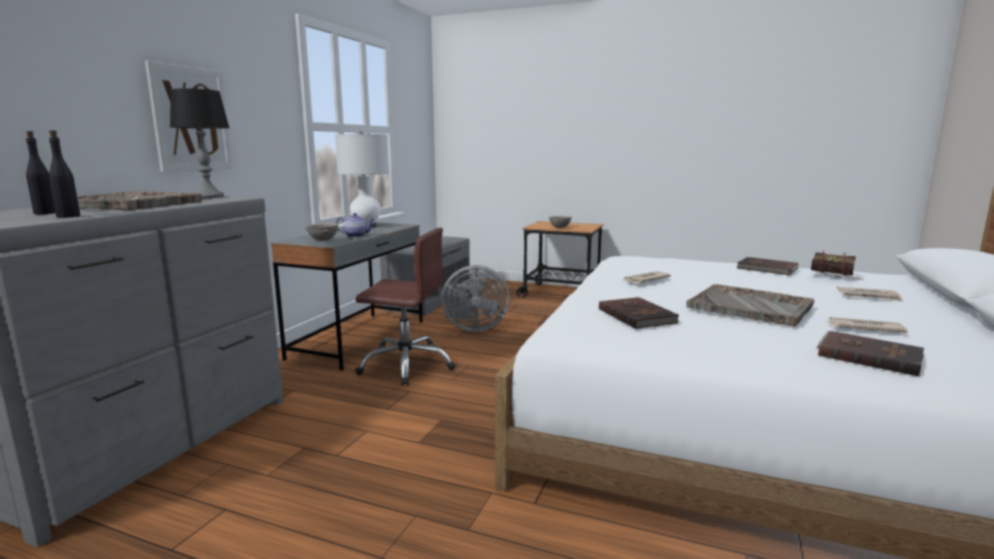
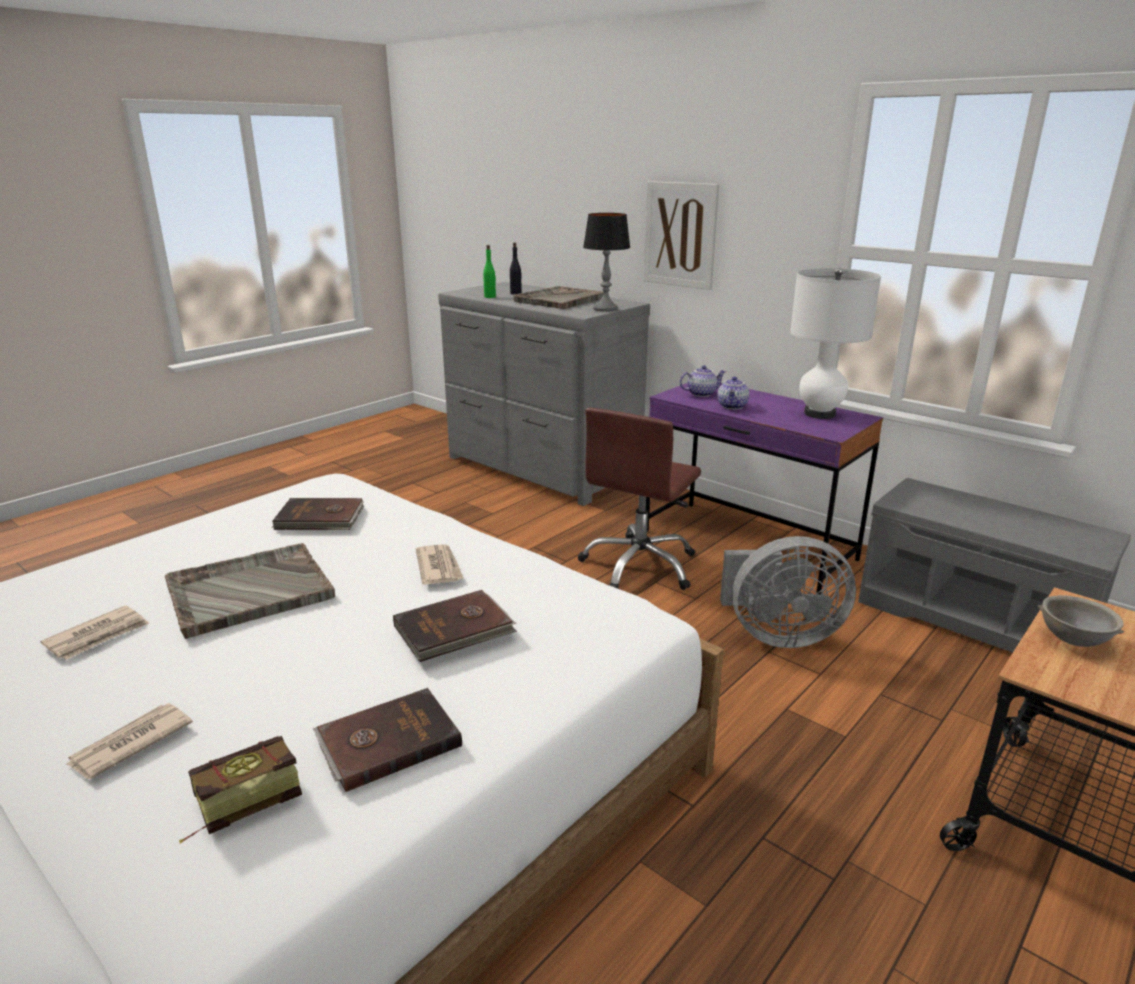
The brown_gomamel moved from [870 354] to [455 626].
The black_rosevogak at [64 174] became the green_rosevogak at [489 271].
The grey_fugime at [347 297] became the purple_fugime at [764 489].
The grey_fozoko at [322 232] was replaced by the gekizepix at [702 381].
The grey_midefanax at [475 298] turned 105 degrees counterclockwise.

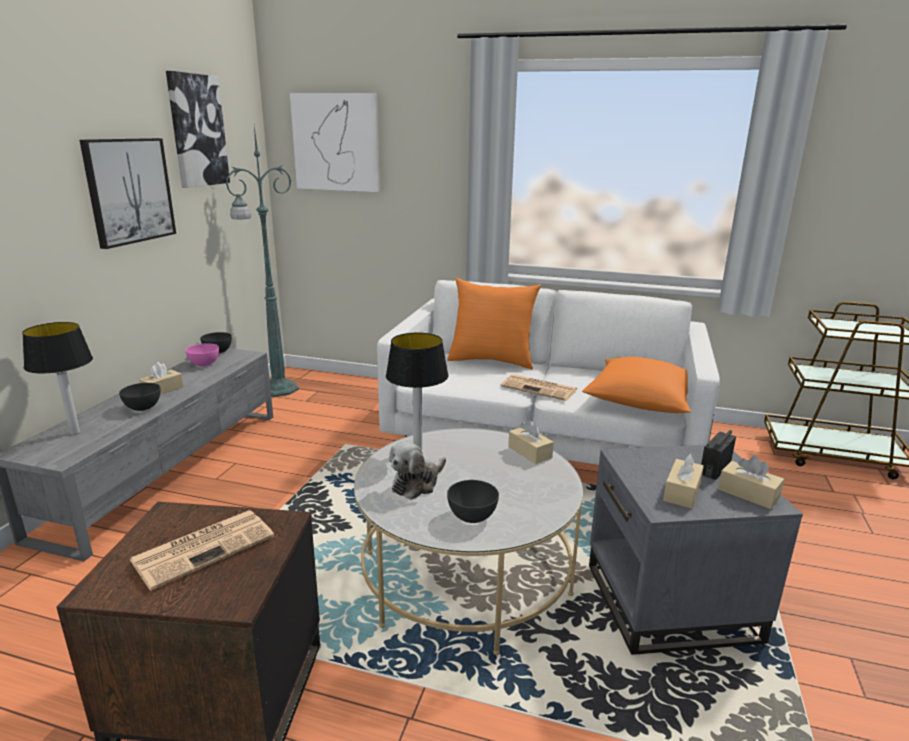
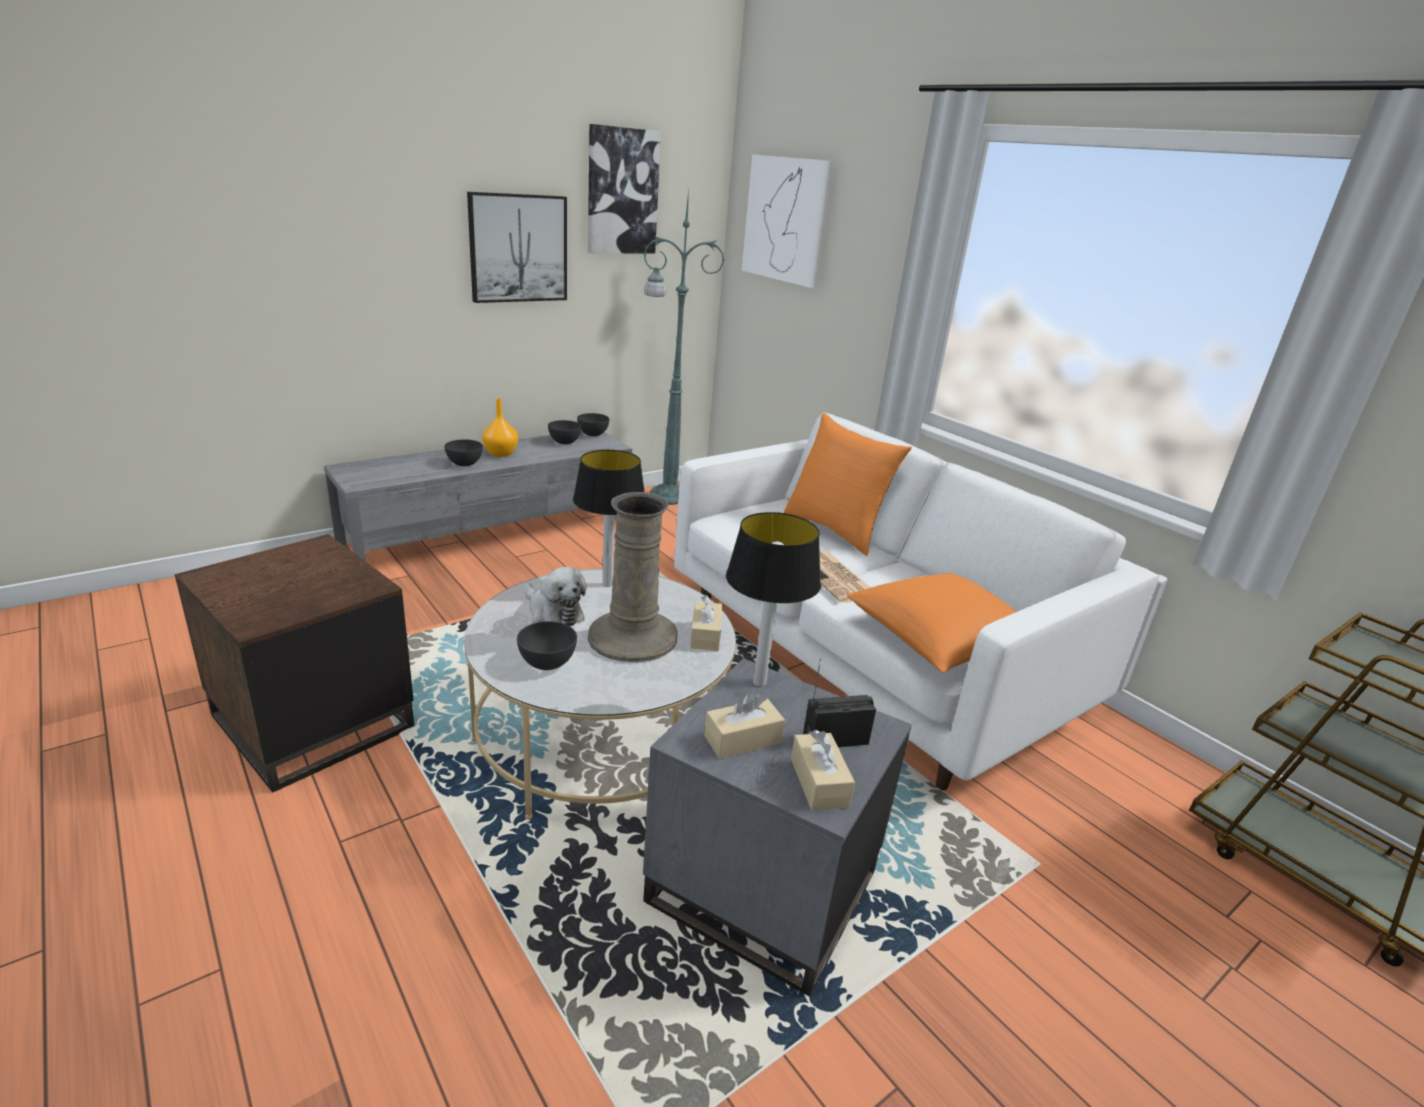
The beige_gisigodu at [161 378] was replaced by the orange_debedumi at [500 427].
The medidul at [417 471] turned 120 degrees counterclockwise.
The pink_fozoko at [202 354] became the grey_fozoko at [565 432].
The beige_debedumi at [633 577] appeared.
The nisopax moved from [57 378] to [773 599].
The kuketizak at [201 550] disappeared.

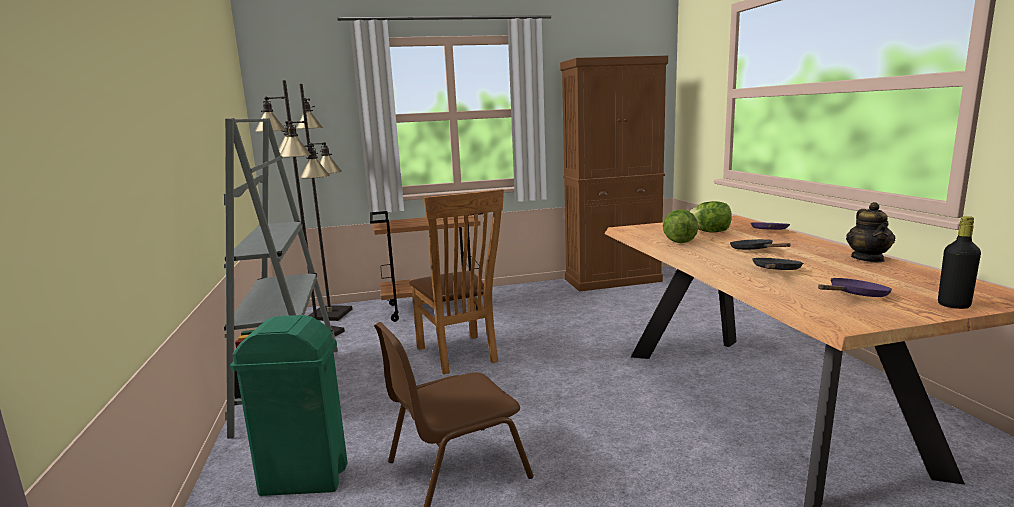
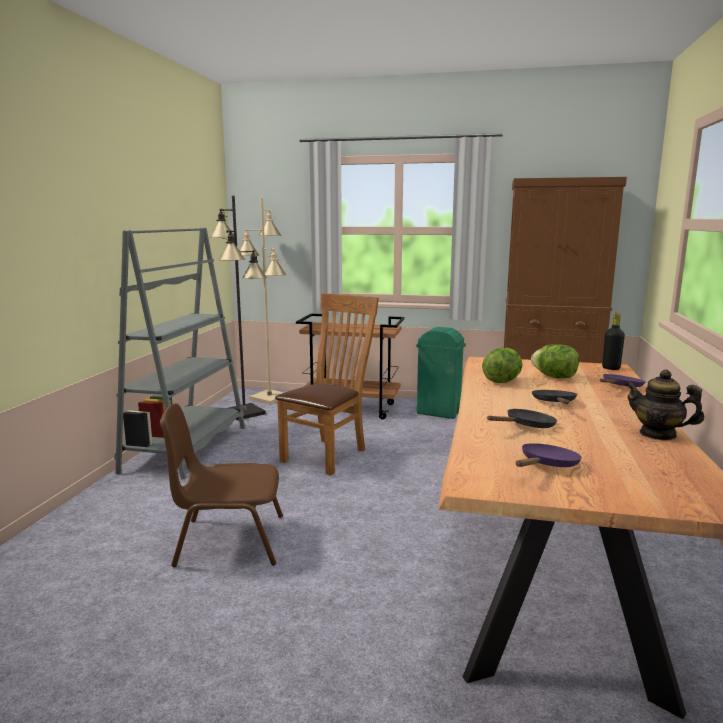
The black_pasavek at [316 202] became the beige_pasavek at [262 300].
The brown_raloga at [456 282] turned 150 degrees counterclockwise.
The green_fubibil moved from [289 405] to [441 373].
The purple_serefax at [855 287] turned 45 degrees counterclockwise.
The black_rosevogak moved from [959 262] to [613 341].
The gekizepix at [870 232] turned 90 degrees clockwise.

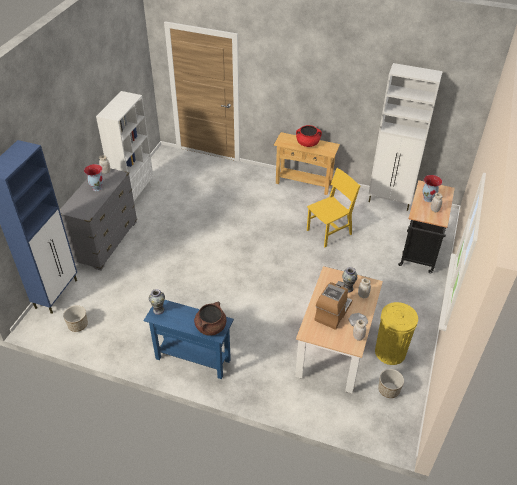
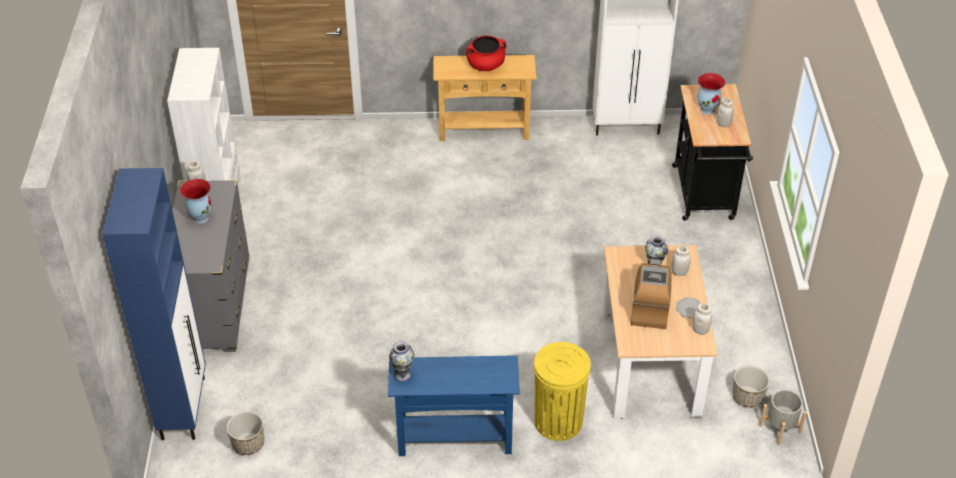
The yellow_fubibil moved from [396 333] to [562 391].
The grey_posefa at [783 417] appeared.
The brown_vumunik at [210 319] disappeared.
The yellow_raloga at [333 207] disappeared.

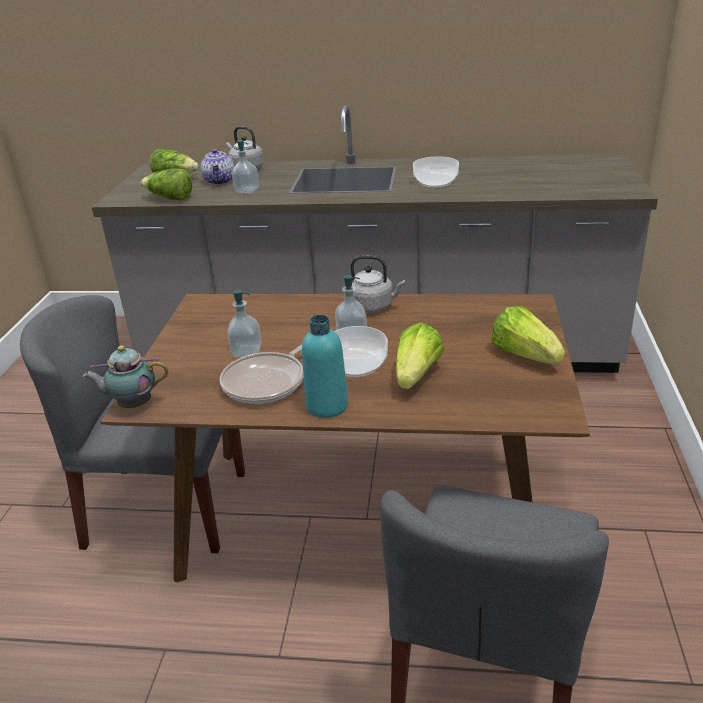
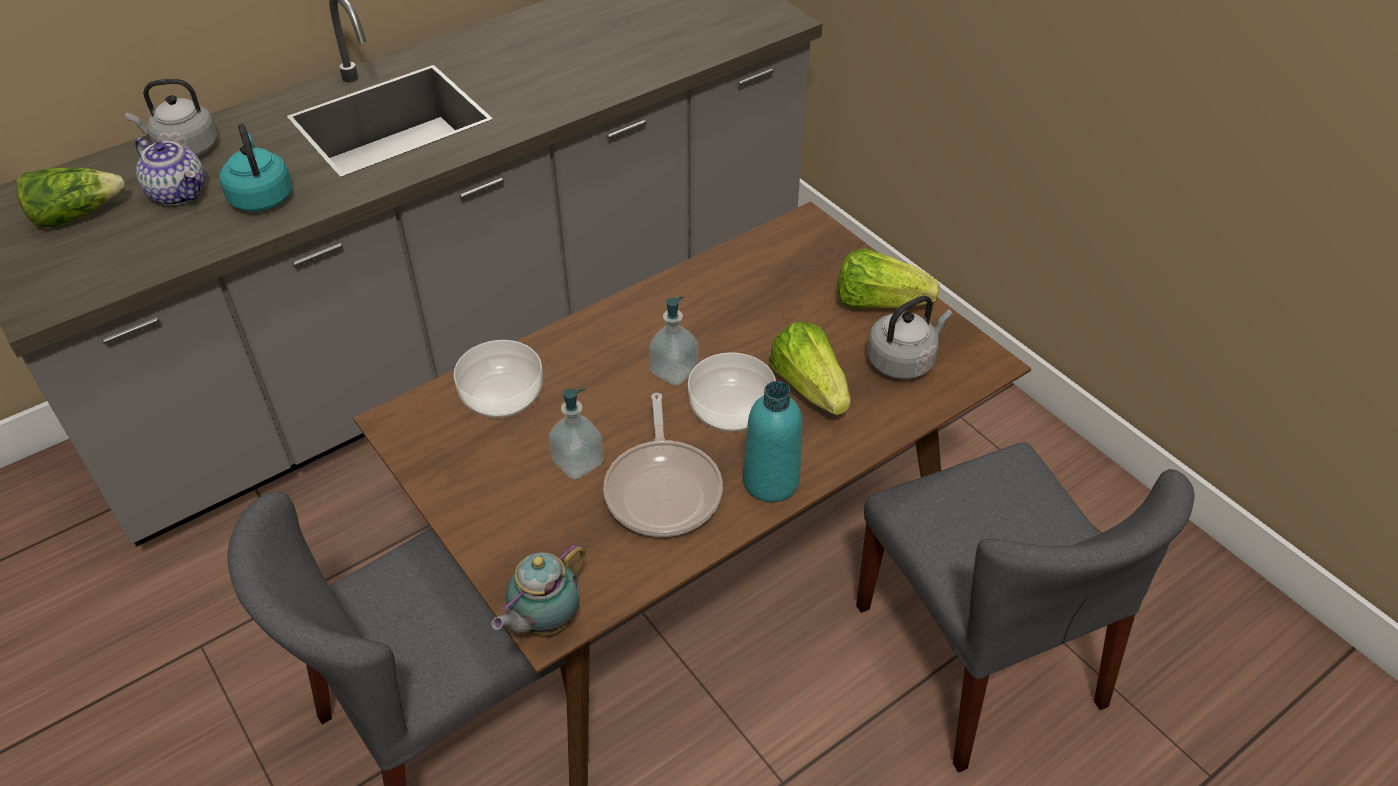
The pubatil at [245 166] was replaced by the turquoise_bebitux at [256 168].
The fozoko moved from [436 172] to [498 379].
The grey_bebitux moved from [377 284] to [909 338].
The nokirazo at [166 184] disappeared.

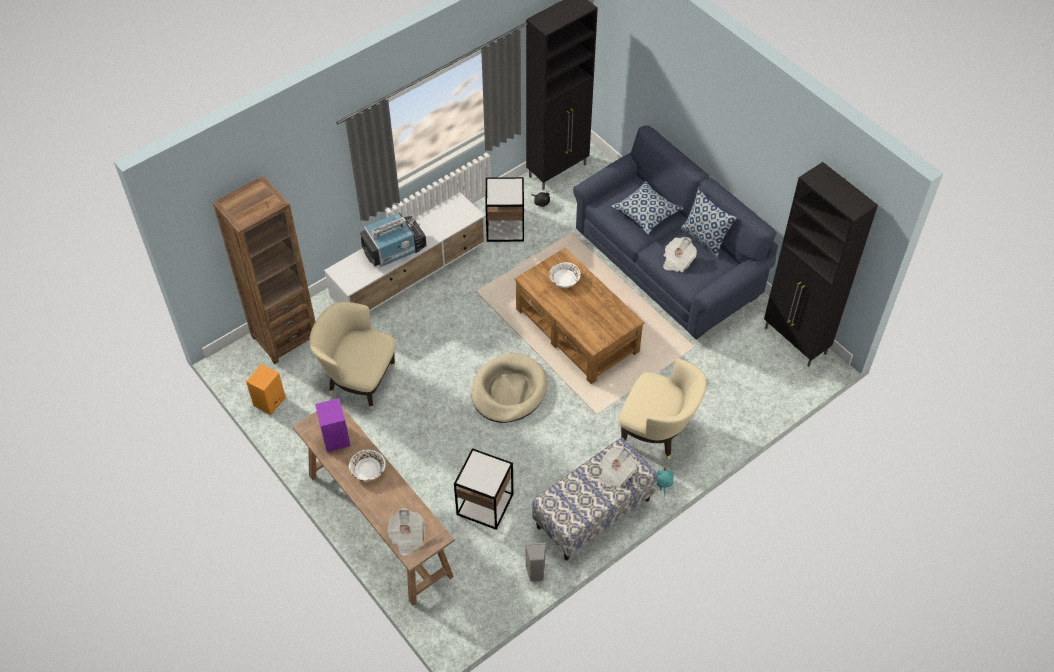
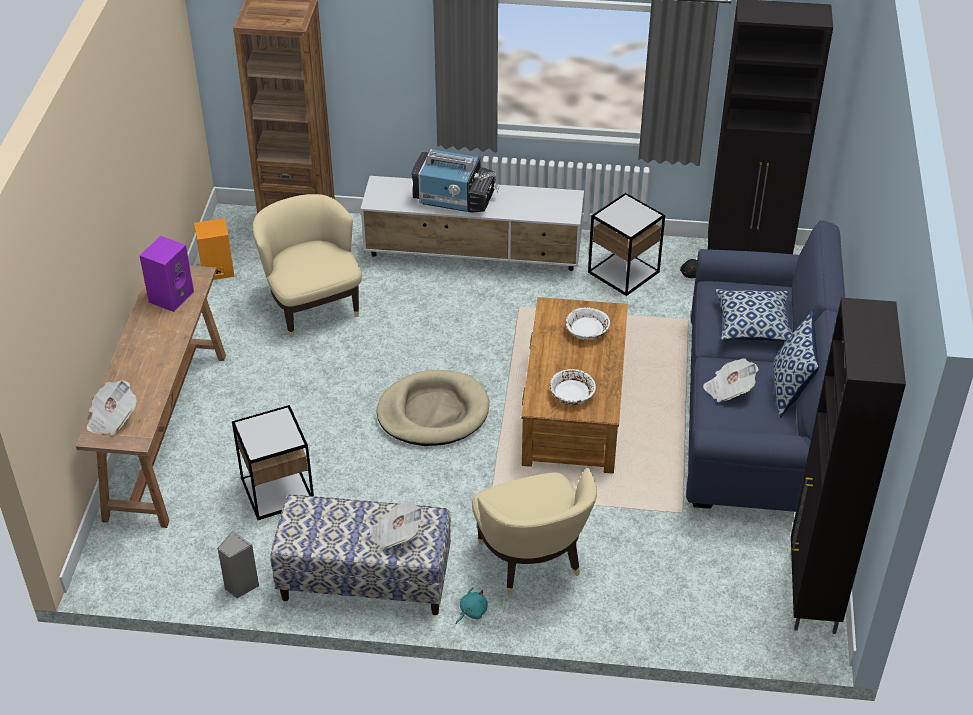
The white_fozoko moved from [367 465] to [572 387].

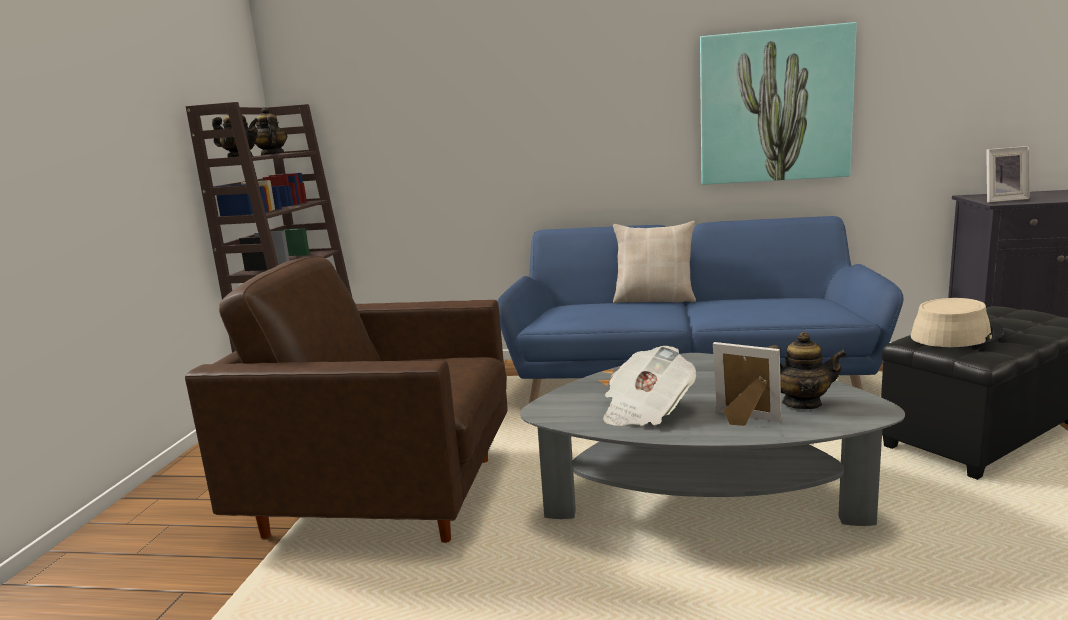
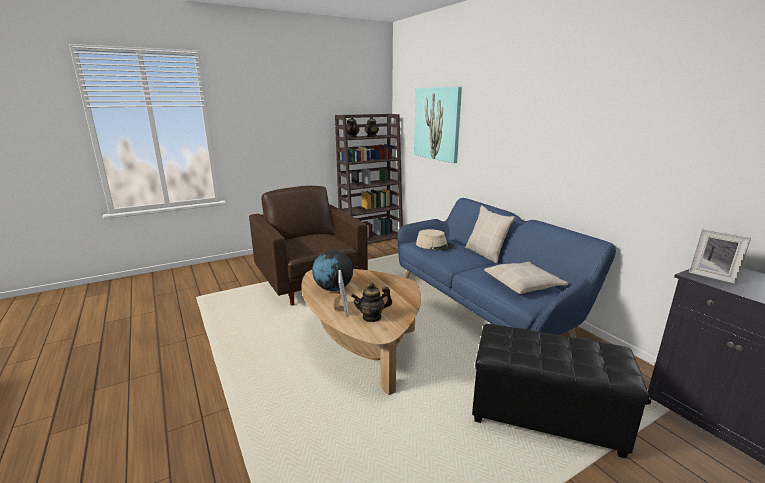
The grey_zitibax at [712 439] became the brown_zitibax at [361 332].
The kuketizak at [649 386] was replaced by the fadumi at [332 270].
The gekizepix at [807 370] turned 105 degrees clockwise.
The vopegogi moved from [778 103] to [438 125].
The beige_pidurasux moved from [957 322] to [435 240].
The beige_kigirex at [526 278] appeared.

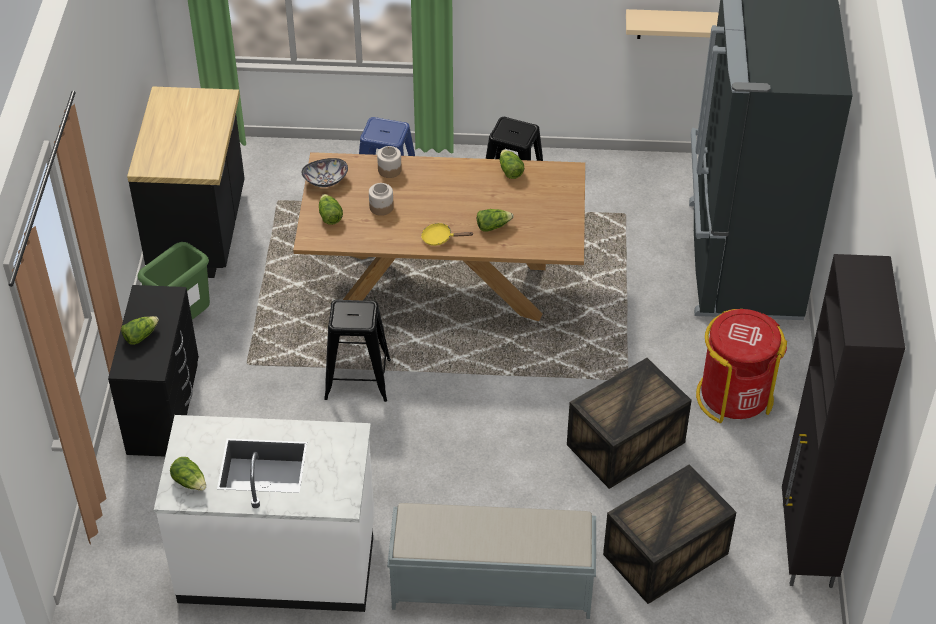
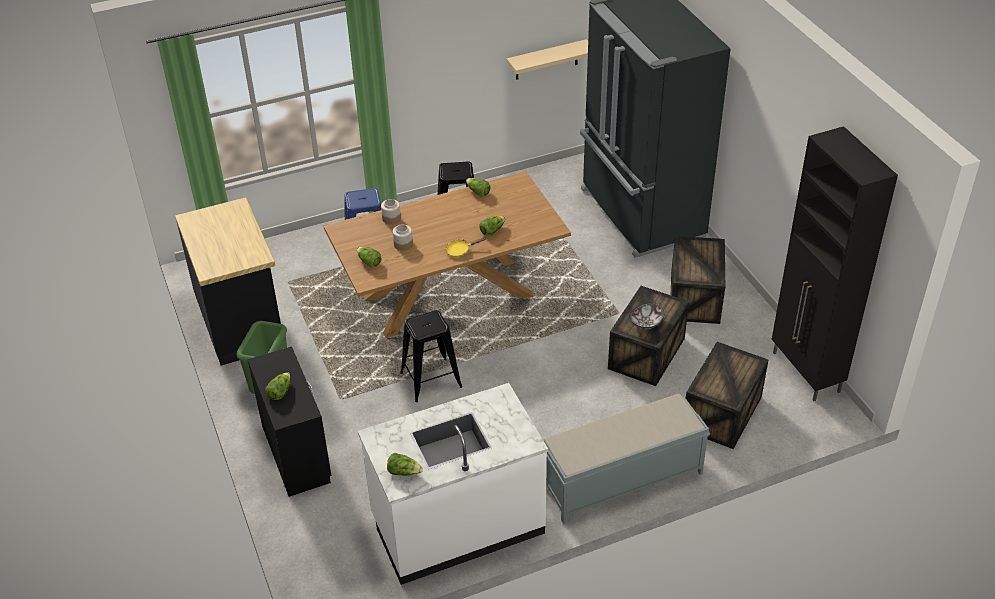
The fozoko moved from [325 172] to [646 316].
The red_fubibil at [741 366] was replaced by the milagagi at [698 280].

